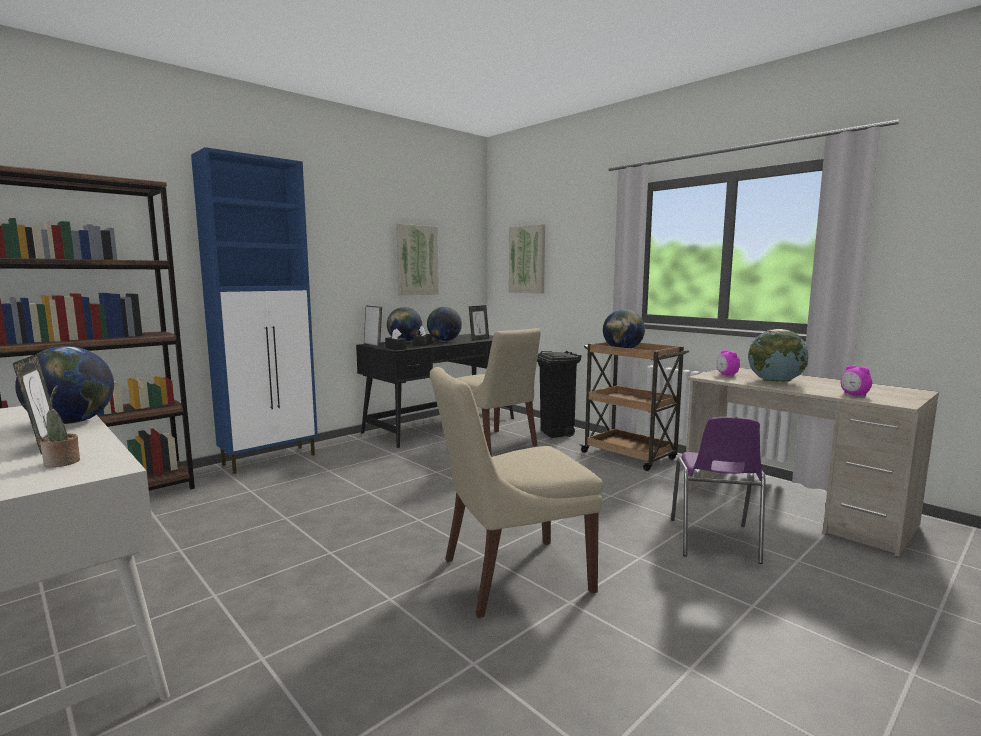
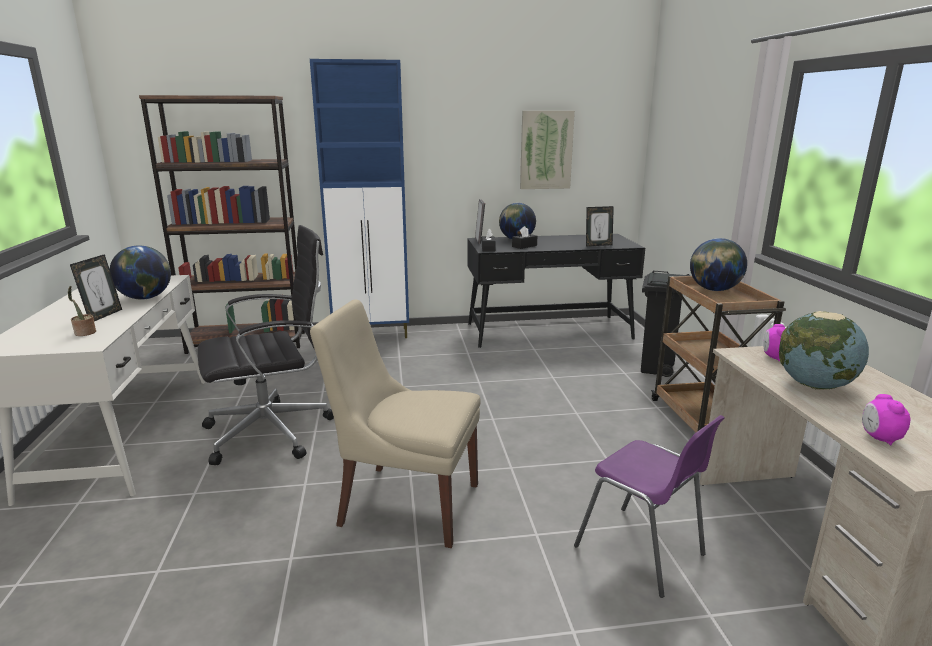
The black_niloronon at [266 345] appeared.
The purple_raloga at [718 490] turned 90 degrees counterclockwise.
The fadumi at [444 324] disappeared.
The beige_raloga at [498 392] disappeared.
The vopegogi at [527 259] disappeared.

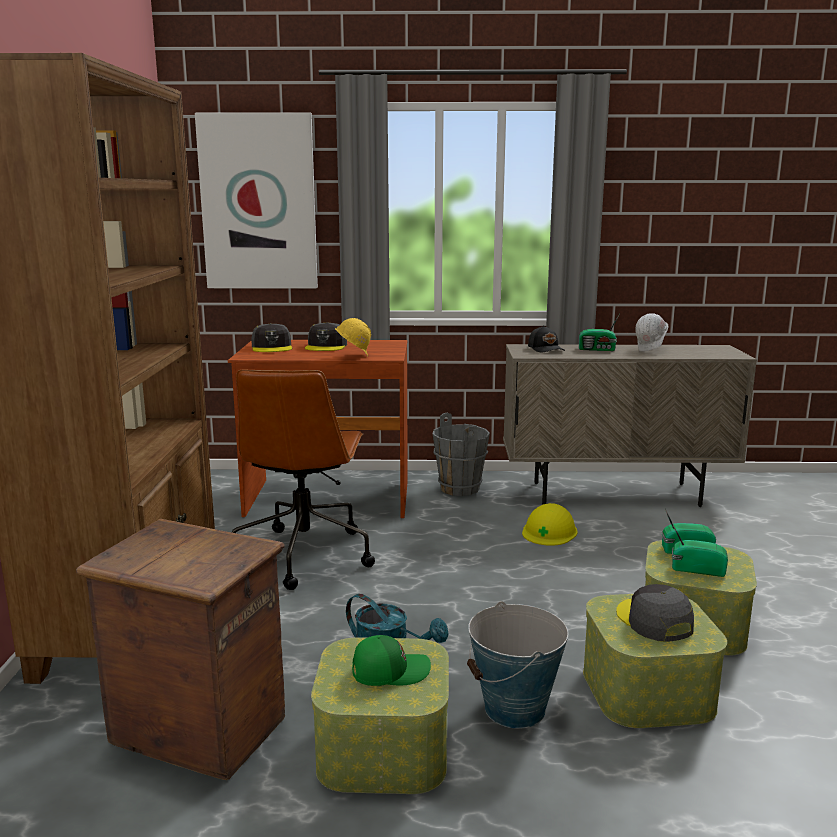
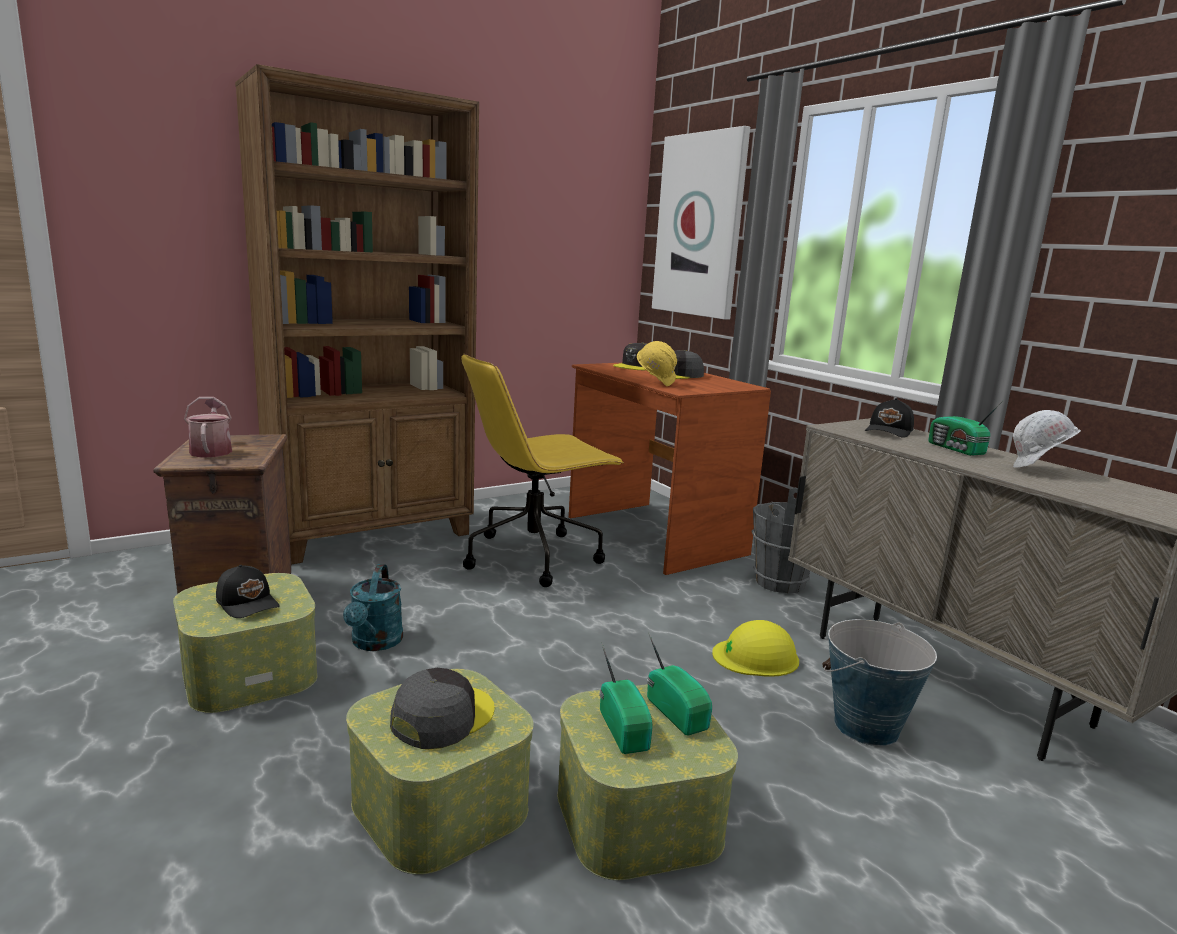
The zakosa at [208 427] appeared.
The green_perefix at [391 660] became the black_perefix at [247 591].
The brown_niloronon at [303 480] became the yellow_niloronon at [542 470].
The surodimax moved from [518 665] to [879 682].

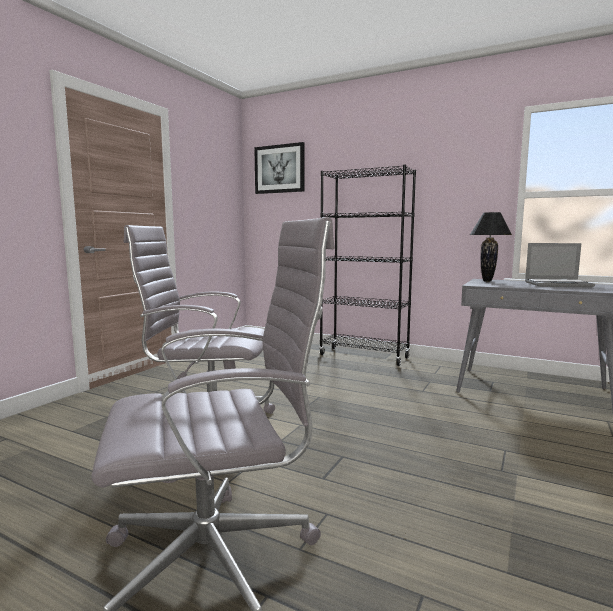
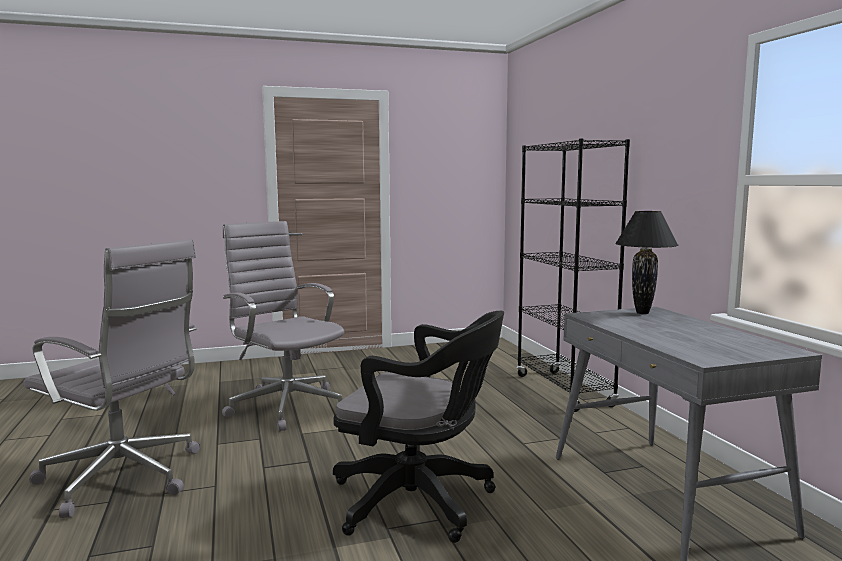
The black_niloronon at [418 427] appeared.
The vopegogi at [279 168] disappeared.
The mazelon at [560 265] disappeared.

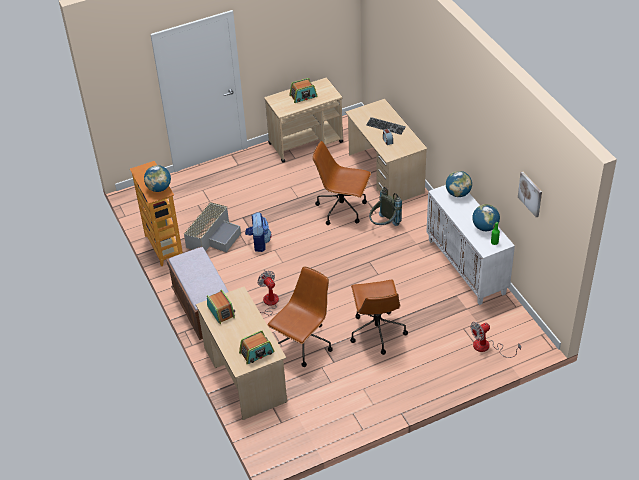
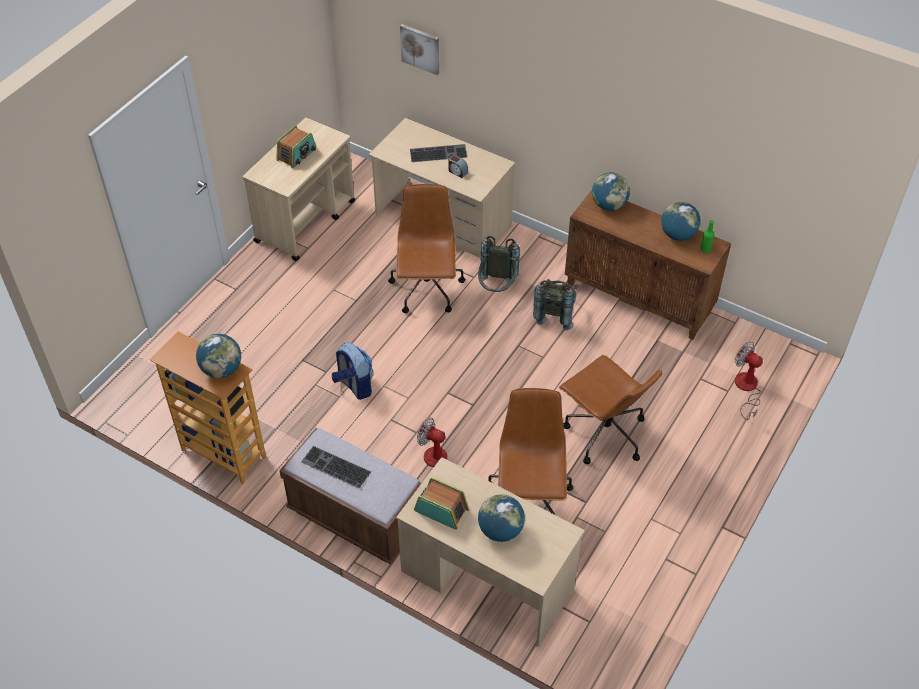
The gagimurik at [336 467] appeared.
The brown_niloronon at [342 183] turned 105 degrees clockwise.
The vopegogi moved from [530 194] to [419 49].
The fadumi at [501 518] appeared.
The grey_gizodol at [554 304] appeared.
The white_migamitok at [471 245] became the brown_migamitok at [648 265].
The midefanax at [495 340] turned 105 degrees clockwise.
The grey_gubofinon at [212 227] disappeared.
The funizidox at [257 347] disappeared.

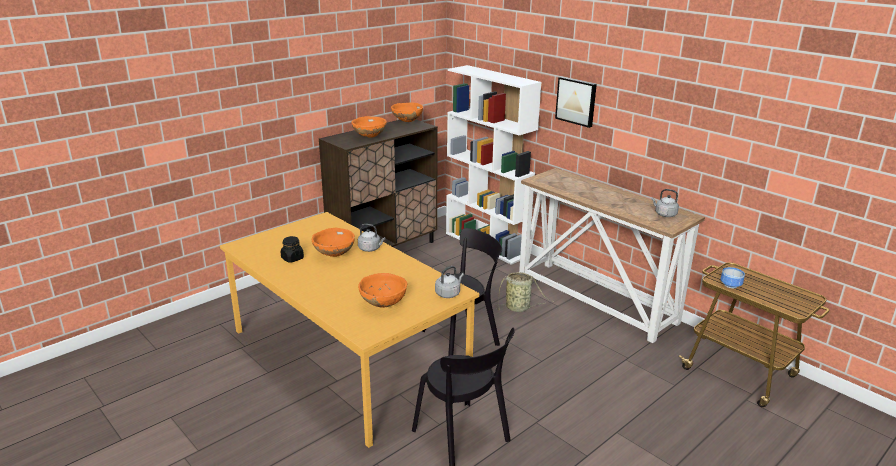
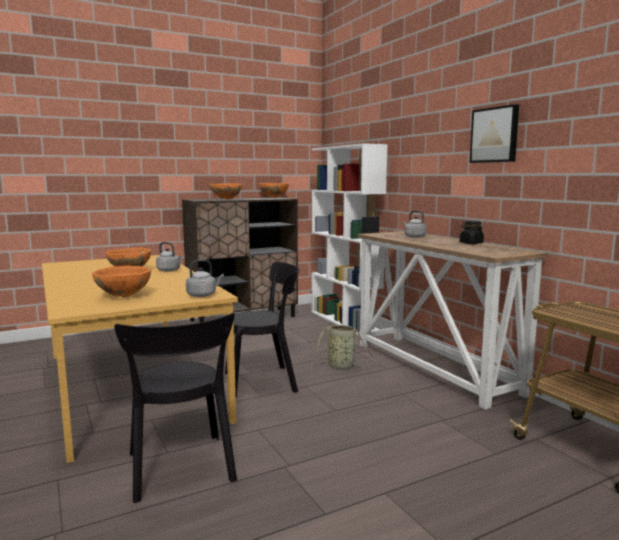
The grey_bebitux moved from [665 203] to [414 224].
The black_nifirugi moved from [292 249] to [472 232].
The vopegogi moved from [576 102] to [494 133].
The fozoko at [733 277] disappeared.

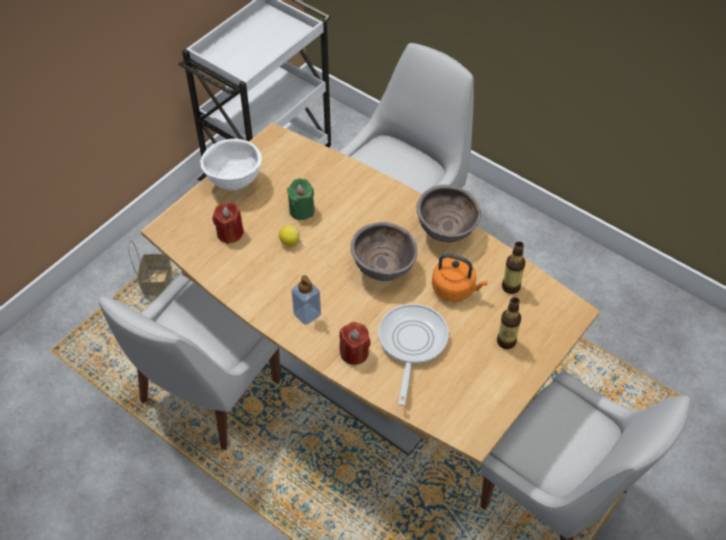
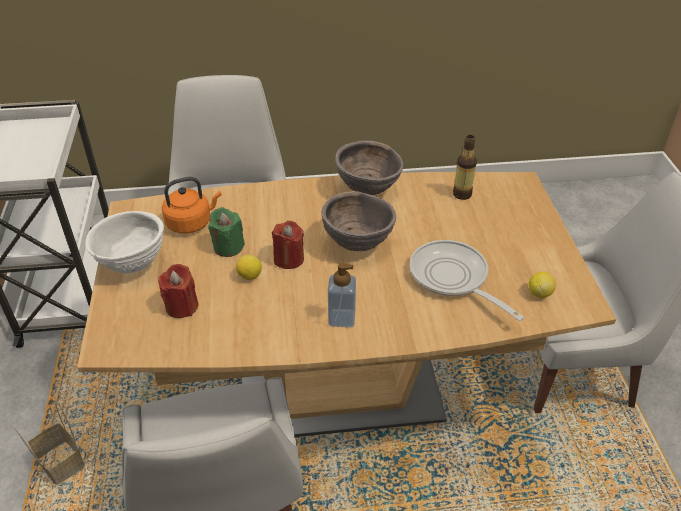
The orange_bebitux moved from [460 278] to [192 205].
The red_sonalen moved from [355 343] to [288 245].
The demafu at [542 285] appeared.
The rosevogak at [509 323] disappeared.

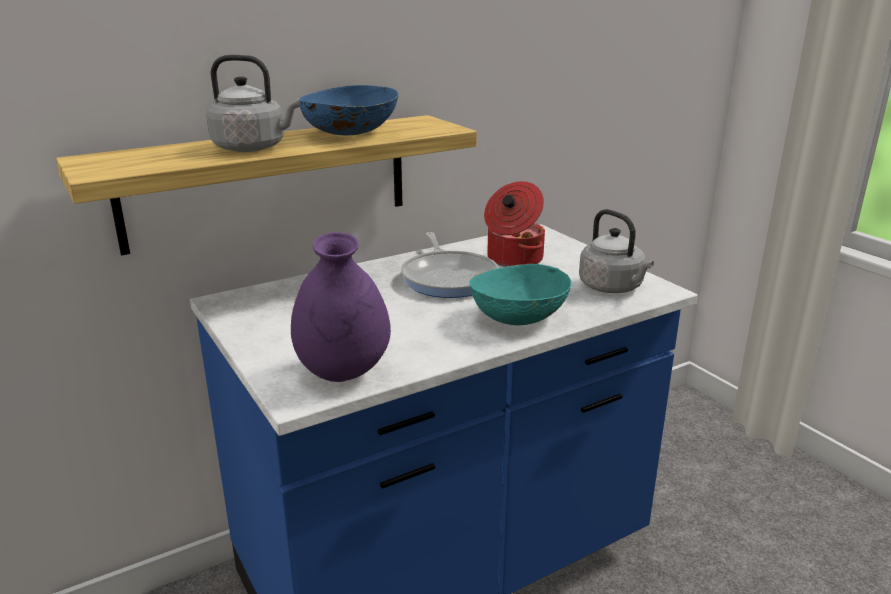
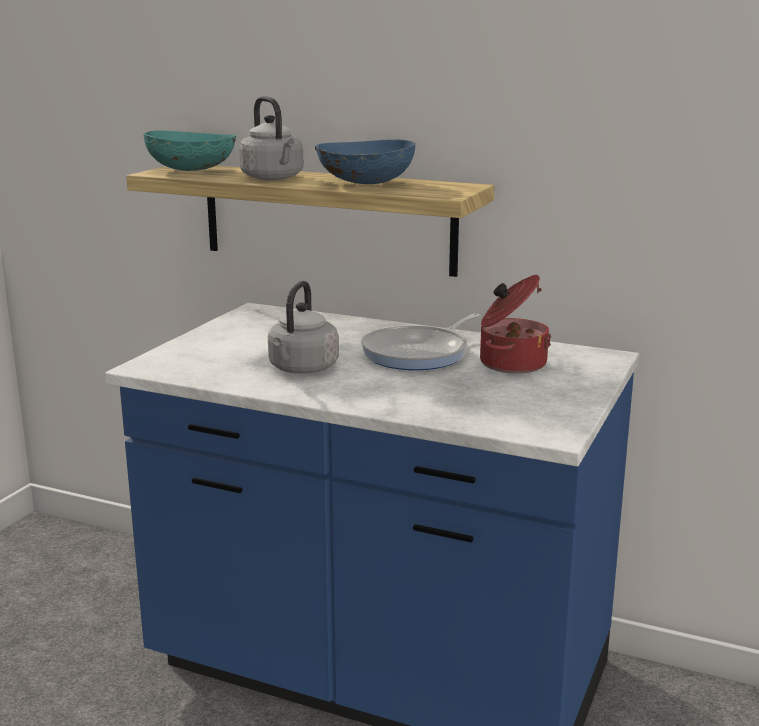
The turquoise_fozoko moved from [520 294] to [189 150].
The grey_bebitux moved from [616 251] to [303 327].
The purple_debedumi at [341 307] disappeared.

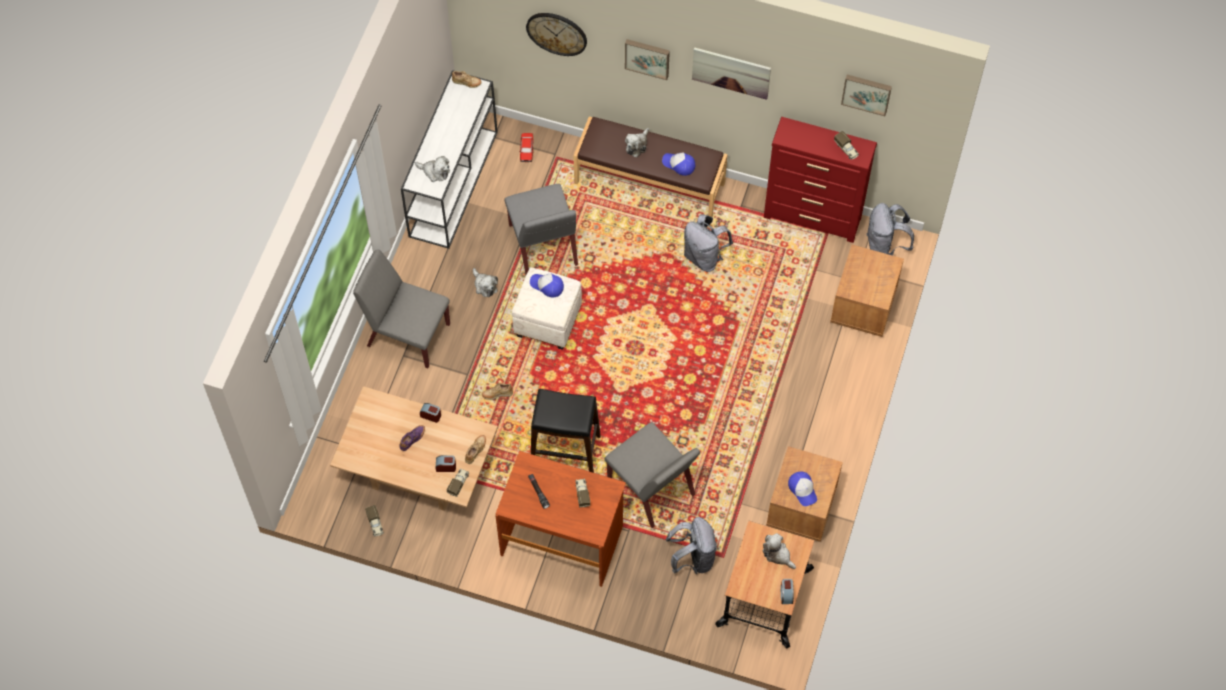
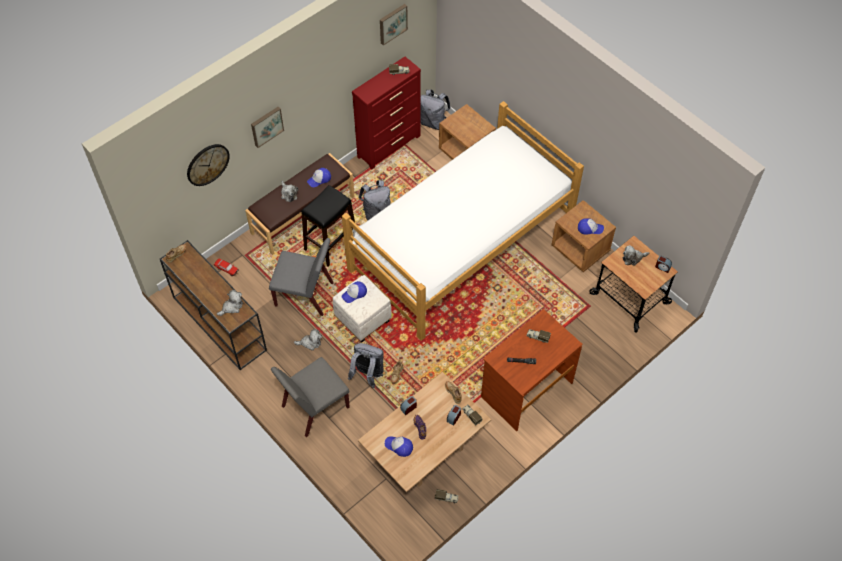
The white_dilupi at [449 159] became the brown_dilupi at [213 305].
The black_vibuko moved from [566 431] to [328 226].
The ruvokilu at [463 221] appeared.
The grey_gizodol moved from [691 545] to [366 365].
The perefix at [399 446] appeared.
The grey_raloga at [652 475] disappeared.
The vopegogi at [731 73] disappeared.

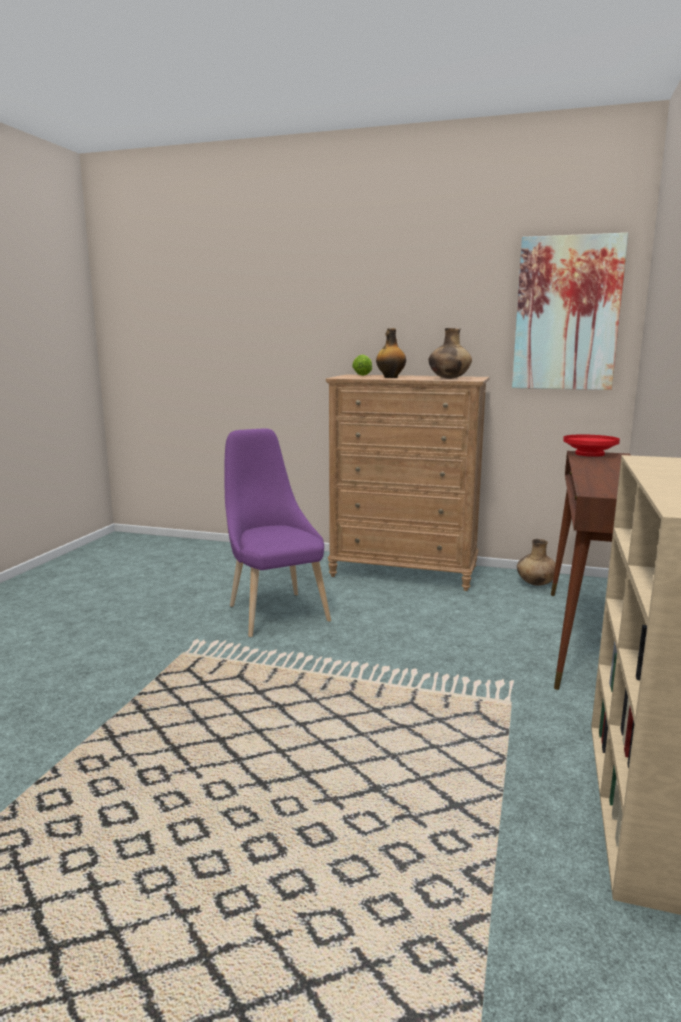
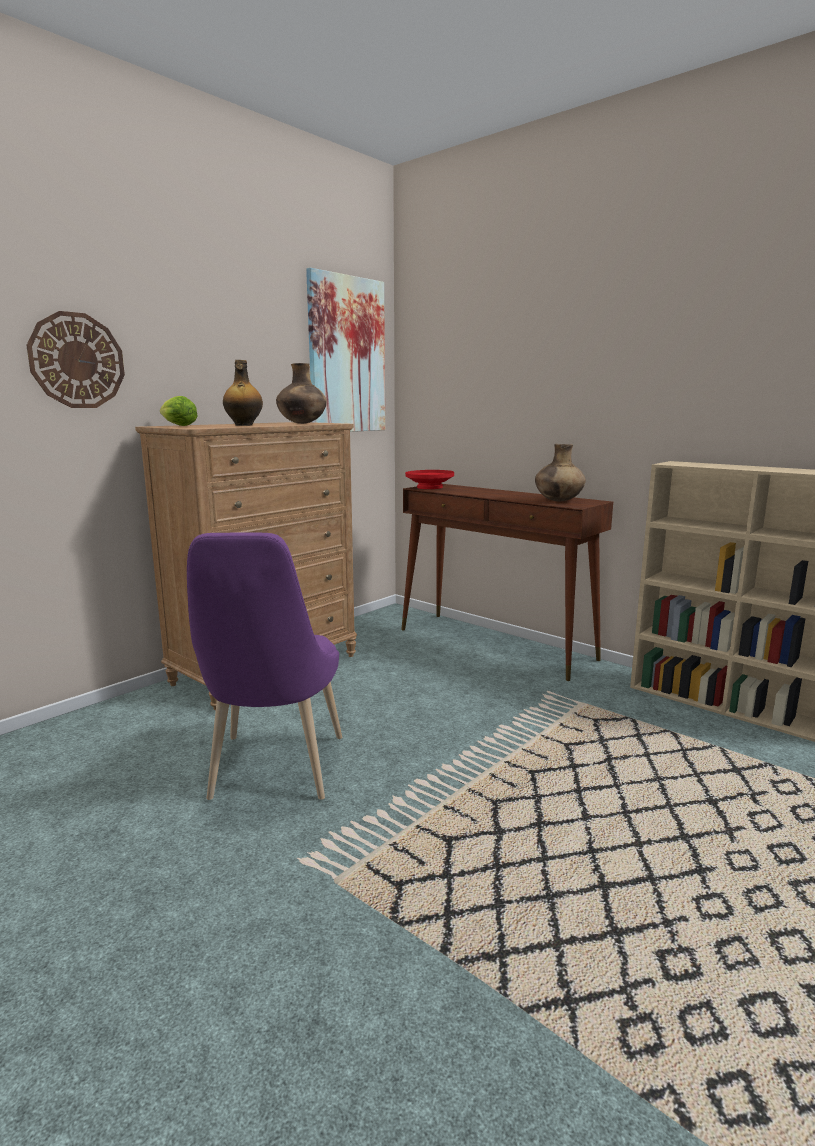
The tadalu at [75 359] appeared.
The purple_raloga at [277 532] turned 90 degrees counterclockwise.
The brown_debedumi moved from [536 562] to [560 472].

